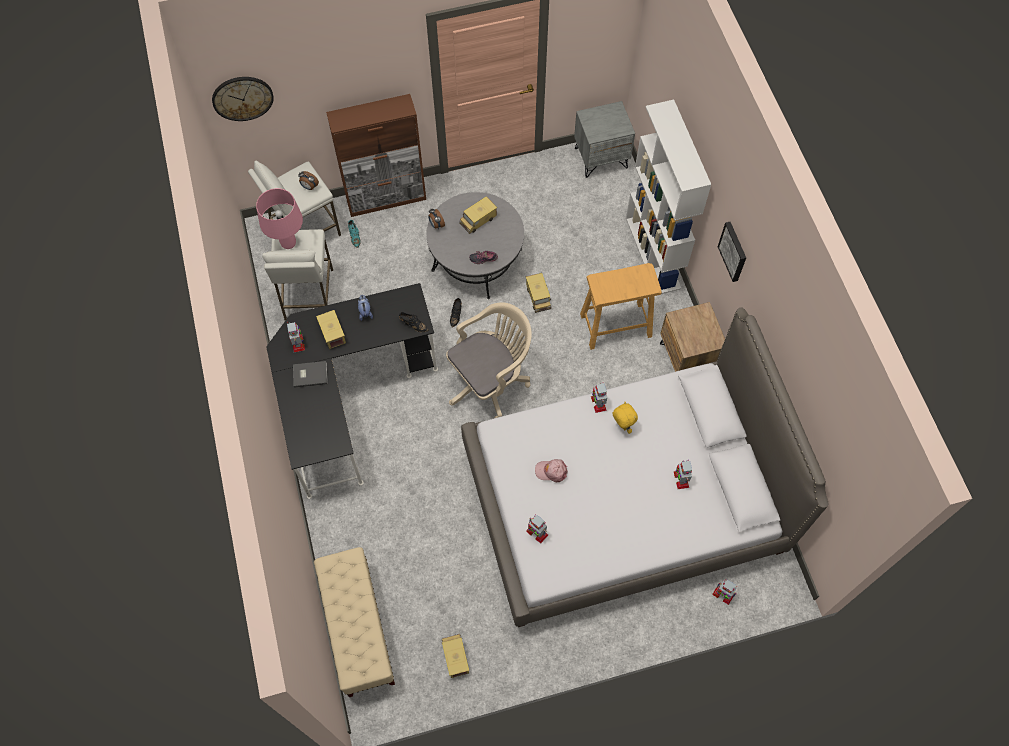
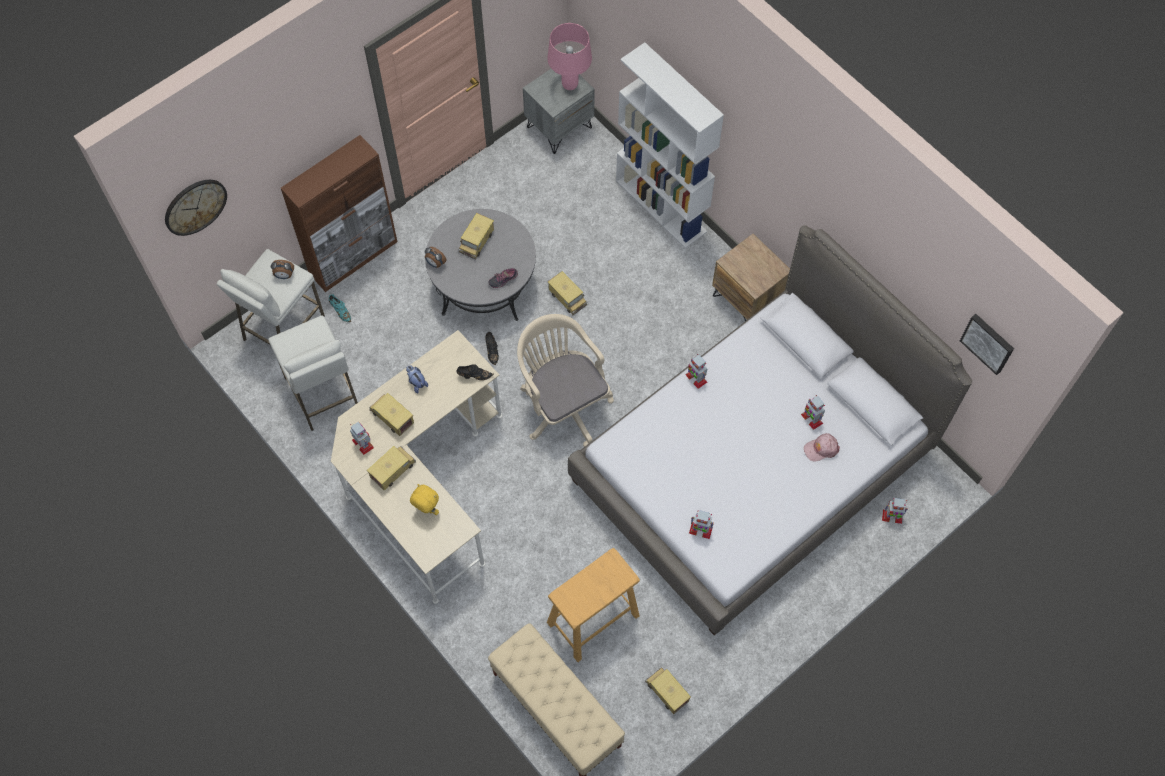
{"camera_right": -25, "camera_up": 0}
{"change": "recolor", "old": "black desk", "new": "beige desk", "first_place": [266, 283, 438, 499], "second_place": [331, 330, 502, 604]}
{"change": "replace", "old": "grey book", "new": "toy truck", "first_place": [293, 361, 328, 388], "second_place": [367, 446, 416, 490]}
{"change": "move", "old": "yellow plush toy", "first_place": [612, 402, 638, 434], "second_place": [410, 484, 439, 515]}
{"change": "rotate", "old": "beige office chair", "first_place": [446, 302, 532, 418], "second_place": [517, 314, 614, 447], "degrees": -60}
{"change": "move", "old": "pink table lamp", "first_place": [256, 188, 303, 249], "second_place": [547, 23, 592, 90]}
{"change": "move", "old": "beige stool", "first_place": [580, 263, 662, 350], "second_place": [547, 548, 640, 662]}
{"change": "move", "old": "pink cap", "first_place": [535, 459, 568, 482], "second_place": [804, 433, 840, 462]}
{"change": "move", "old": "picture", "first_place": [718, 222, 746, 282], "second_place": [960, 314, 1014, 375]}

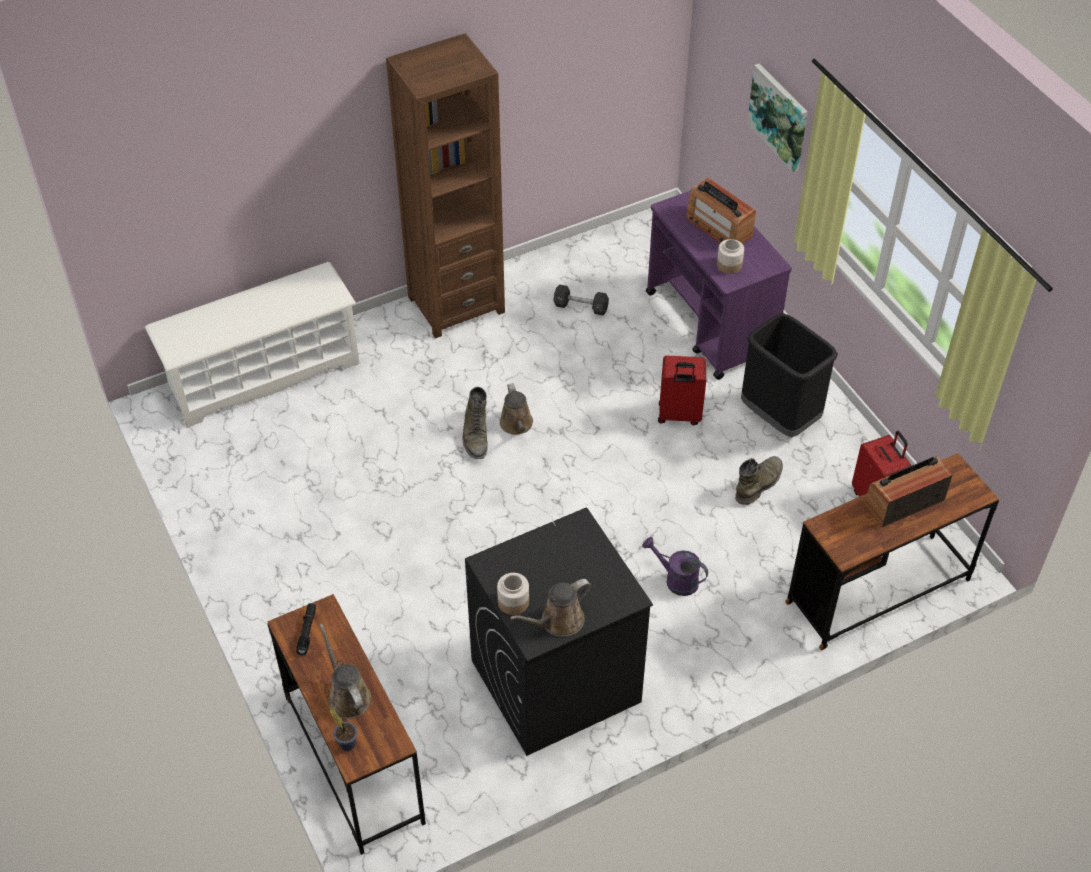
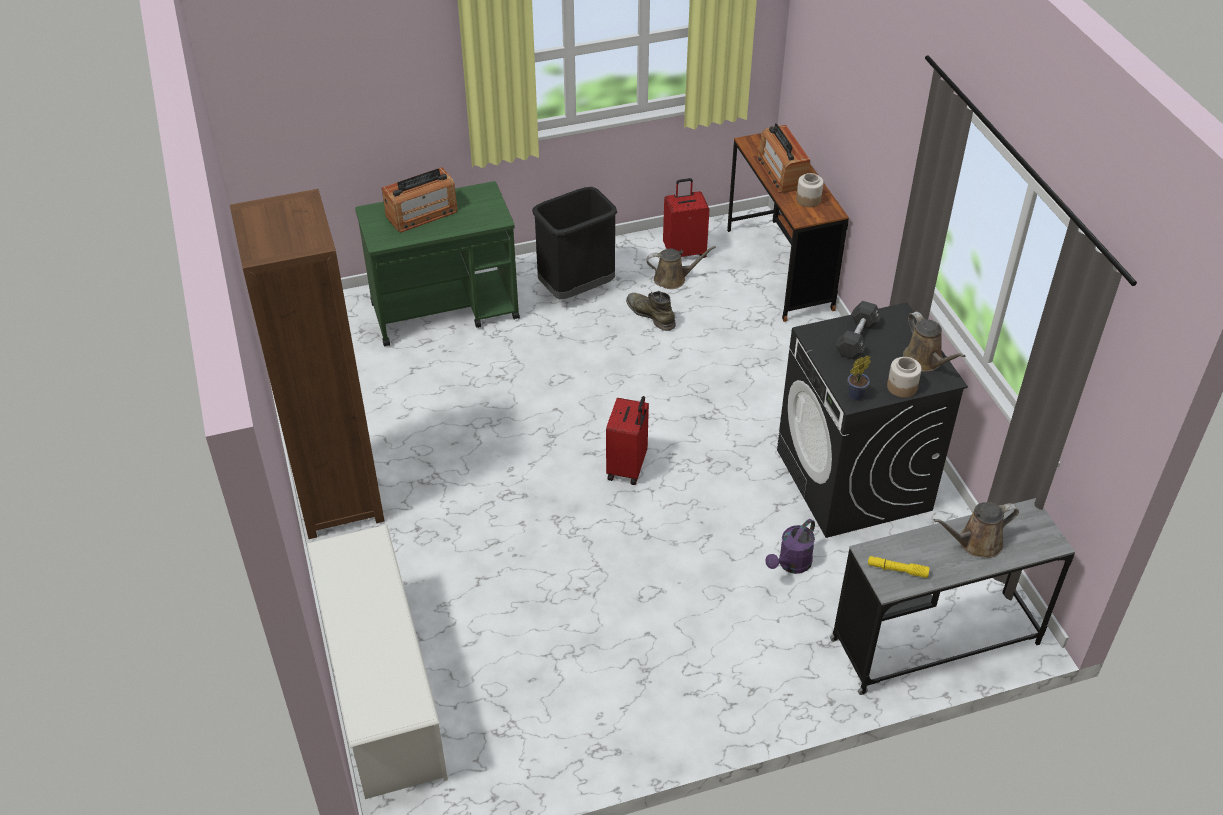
{"camera_right": -80, "camera_up": -5}
{"change": "recolor", "old": "purple cart", "new": "green cart", "first_place": [646, 190, 792, 380], "second_place": [355, 181, 520, 347]}
{"change": "move", "old": "red suitcase", "first_place": [658, 356, 707, 425], "second_place": [606, 396, 649, 485]}
{"change": "move", "old": "brown watering can", "first_place": [500, 383, 533, 435], "second_place": [647, 246, 716, 289]}
{"change": "move", "old": "purple watering can", "first_place": [642, 537, 708, 596], "second_place": [765, 519, 815, 574]}
{"change": "move", "old": "jar", "first_place": [717, 239, 744, 274], "second_place": [796, 173, 823, 207]}
{"change": "recolor", "old": "brown desk", "new": "grey desk", "first_place": [267, 594, 426, 855], "second_place": [830, 498, 1075, 695]}
{"change": "move", "old": "black dumbbell", "first_place": [553, 284, 609, 316], "second_place": [835, 301, 881, 360]}
{"change": "move", "old": "potted plant", "first_place": [329, 707, 357, 751], "second_place": [847, 356, 871, 401]}
{"change": "recolor", "old": "black flashlight", "new": "yellow flashlight", "first_place": [296, 603, 316, 655], "second_place": [868, 556, 930, 578]}
{"change": "delete", "old": "green boot", "first_place": [462, 387, 488, 459]}
{"change": "delete", "old": "picture", "first_place": [747, 63, 808, 172]}

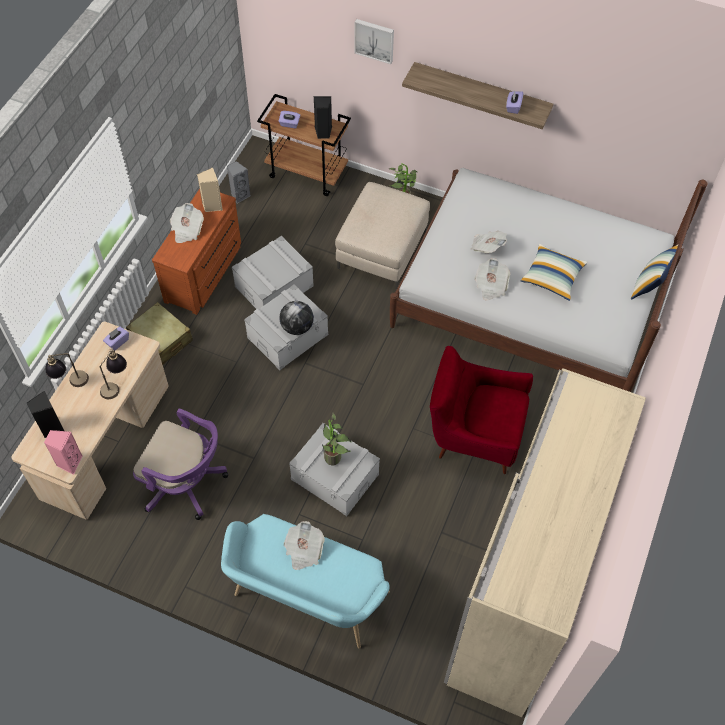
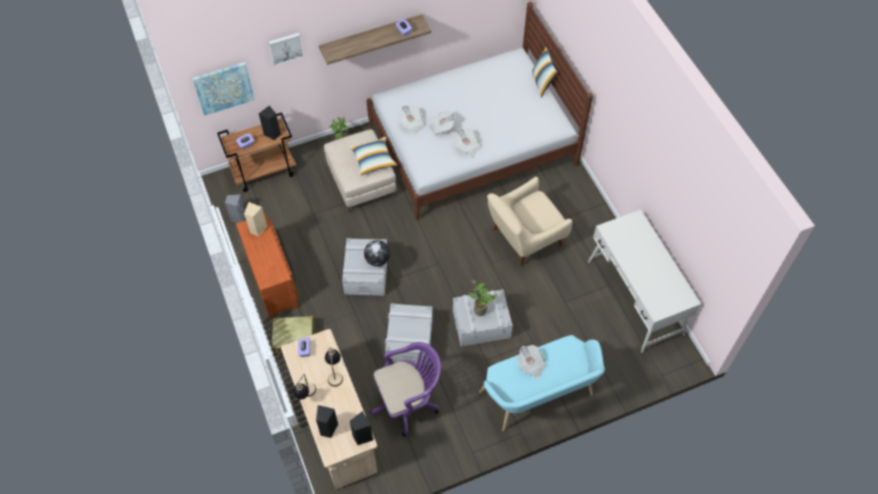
{"camera_right": -45, "camera_up": 0}
{"change": "insert", "new": "picture", "second_place": [192, 62, 255, 116]}
{"change": "move", "old": "pillow", "first_place": [521, 244, 588, 301], "second_place": [350, 137, 398, 176]}
{"change": "recolor", "old": "pink speaker", "new": "black speaker", "first_place": [44, 430, 83, 475], "second_place": [350, 411, 373, 445]}
{"change": "move", "old": "grey storage box", "first_place": [232, 236, 314, 309], "second_place": [385, 303, 433, 365]}
{"change": "move", "old": "newspaper", "first_place": [170, 203, 204, 243], "second_place": [398, 105, 425, 134]}
{"change": "recolor", "old": "red armchair", "new": "beige armchair", "first_place": [430, 346, 533, 474], "second_place": [487, 177, 572, 266]}
{"change": "replace", "old": "beige wardrobe", "new": "white desk", "first_place": [444, 368, 646, 717], "second_place": [588, 210, 701, 353]}

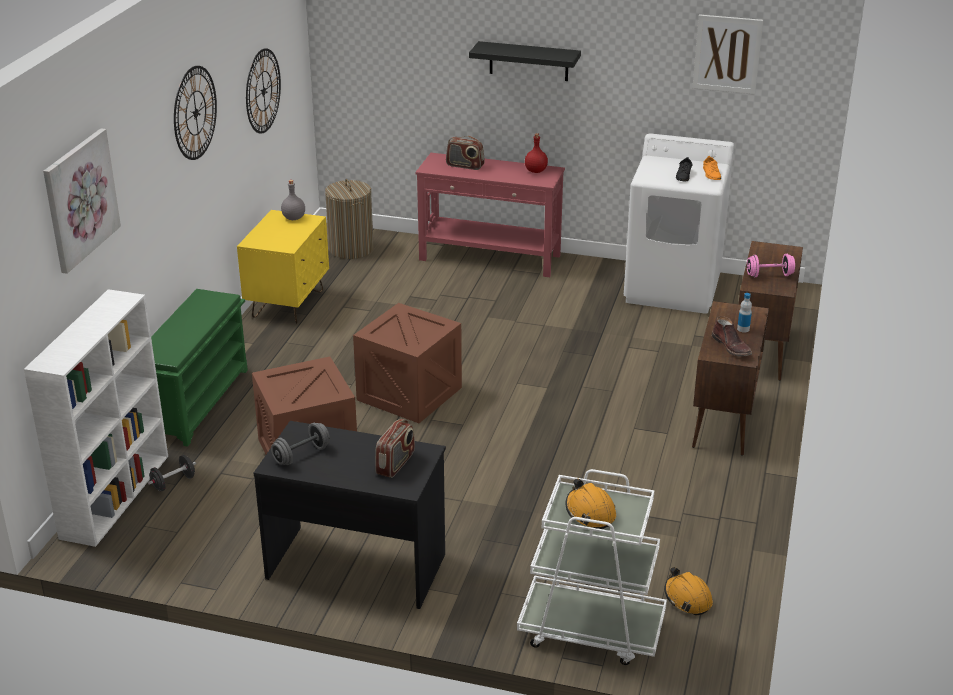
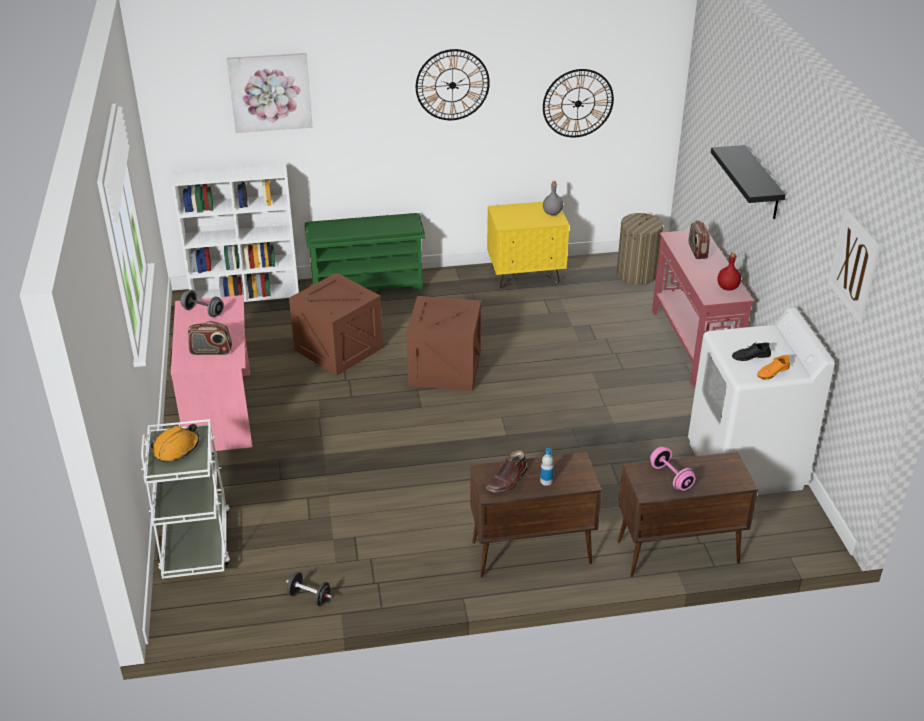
{"camera_right": 65, "camera_up": 5}
{"change": "recolor", "old": "black desk", "new": "pink desk", "first_place": [254, 421, 446, 609], "second_place": [171, 295, 252, 451]}
{"change": "move", "old": "black dumbbell", "first_place": [148, 455, 196, 492], "second_place": [286, 572, 332, 606]}
{"change": "delete", "old": "orange hard hat", "first_place": [664, 567, 713, 616]}

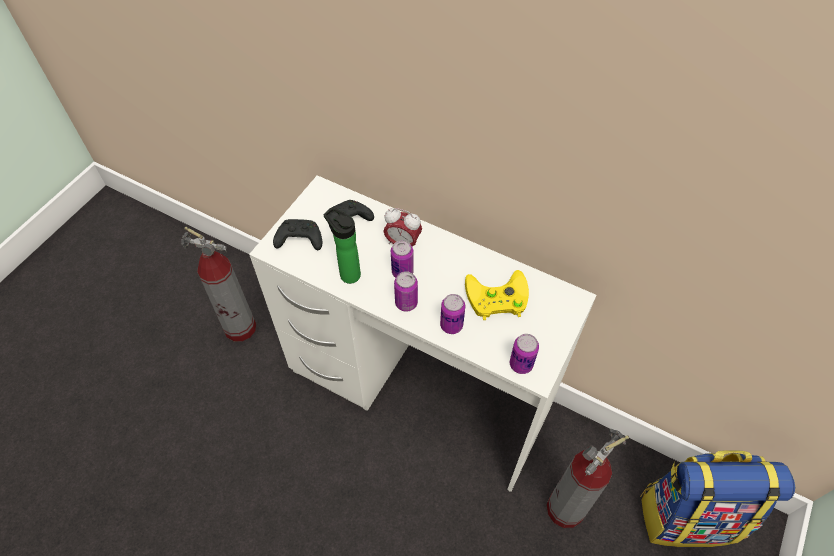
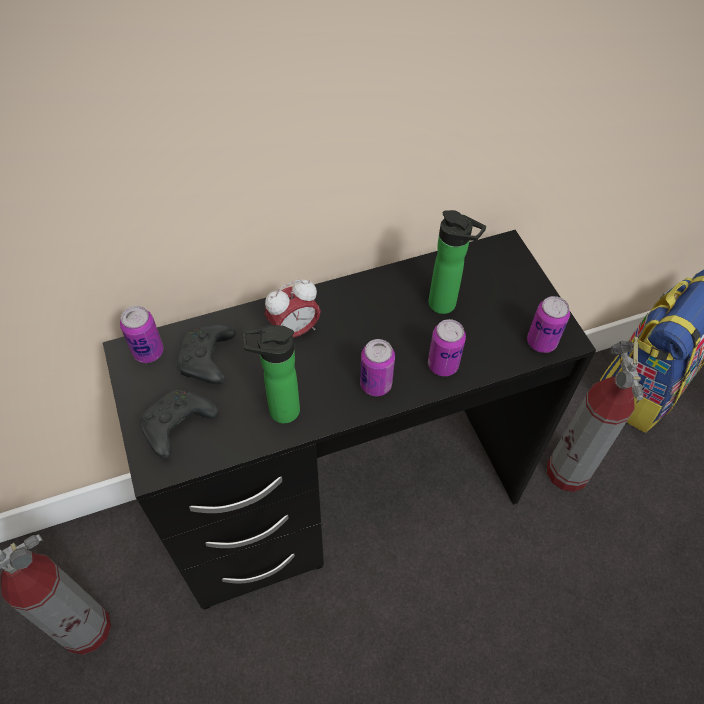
{"camera_right": -50, "camera_up": 0}
{"change": "recolor", "old": "white desk", "new": "black desk", "first_place": [249, 175, 597, 492], "second_place": [103, 230, 596, 610]}
{"change": "move", "old": "can", "first_place": [391, 240, 414, 278], "second_place": [120, 306, 164, 363]}
{"change": "replace", "old": "yellow game controller", "new": "bottle", "first_place": [465, 270, 529, 320], "second_place": [428, 210, 486, 314]}

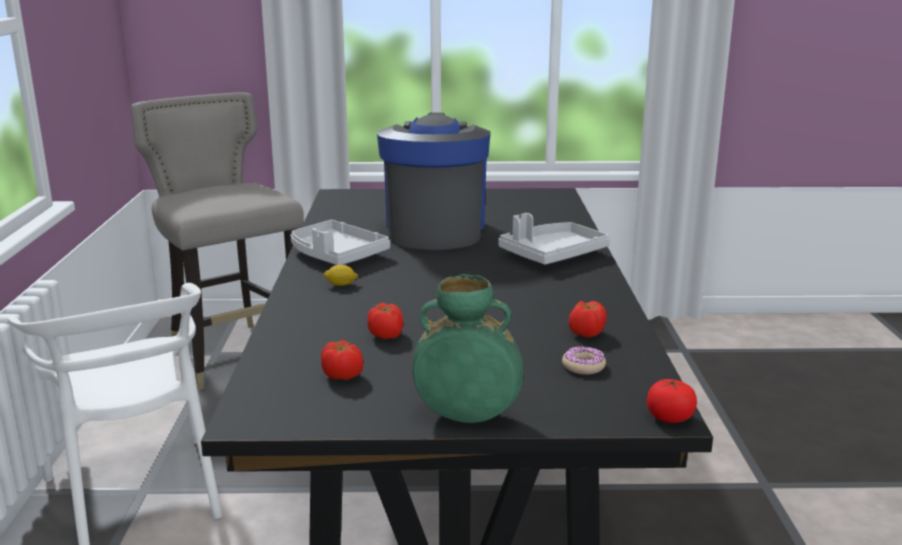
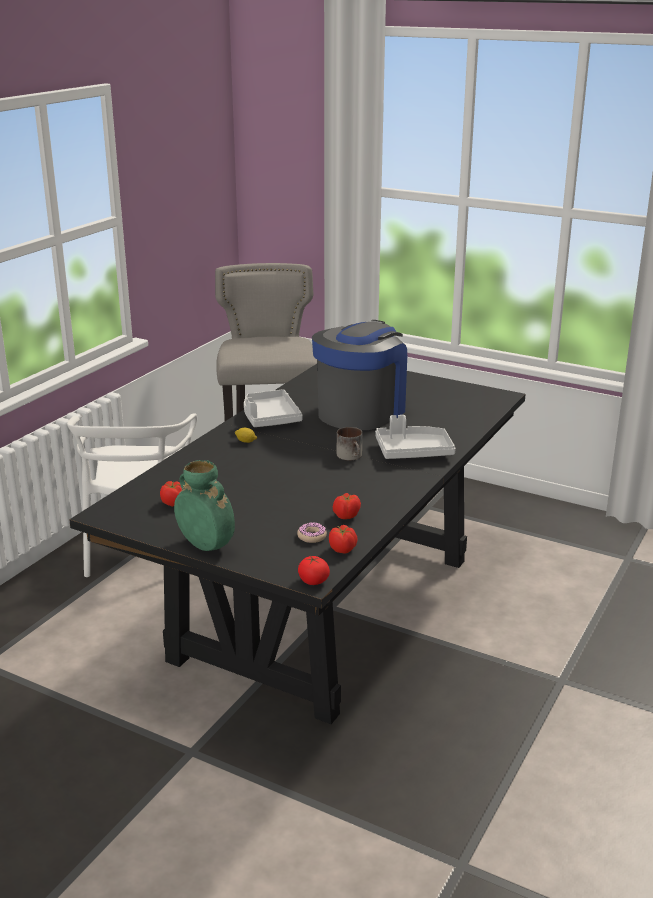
{"camera_right": 30, "camera_up": 5}
{"change": "move", "old": "tomato", "first_place": [367, 303, 403, 339], "second_place": [329, 525, 358, 554]}
{"change": "insert", "new": "mug", "second_place": [337, 427, 362, 460]}

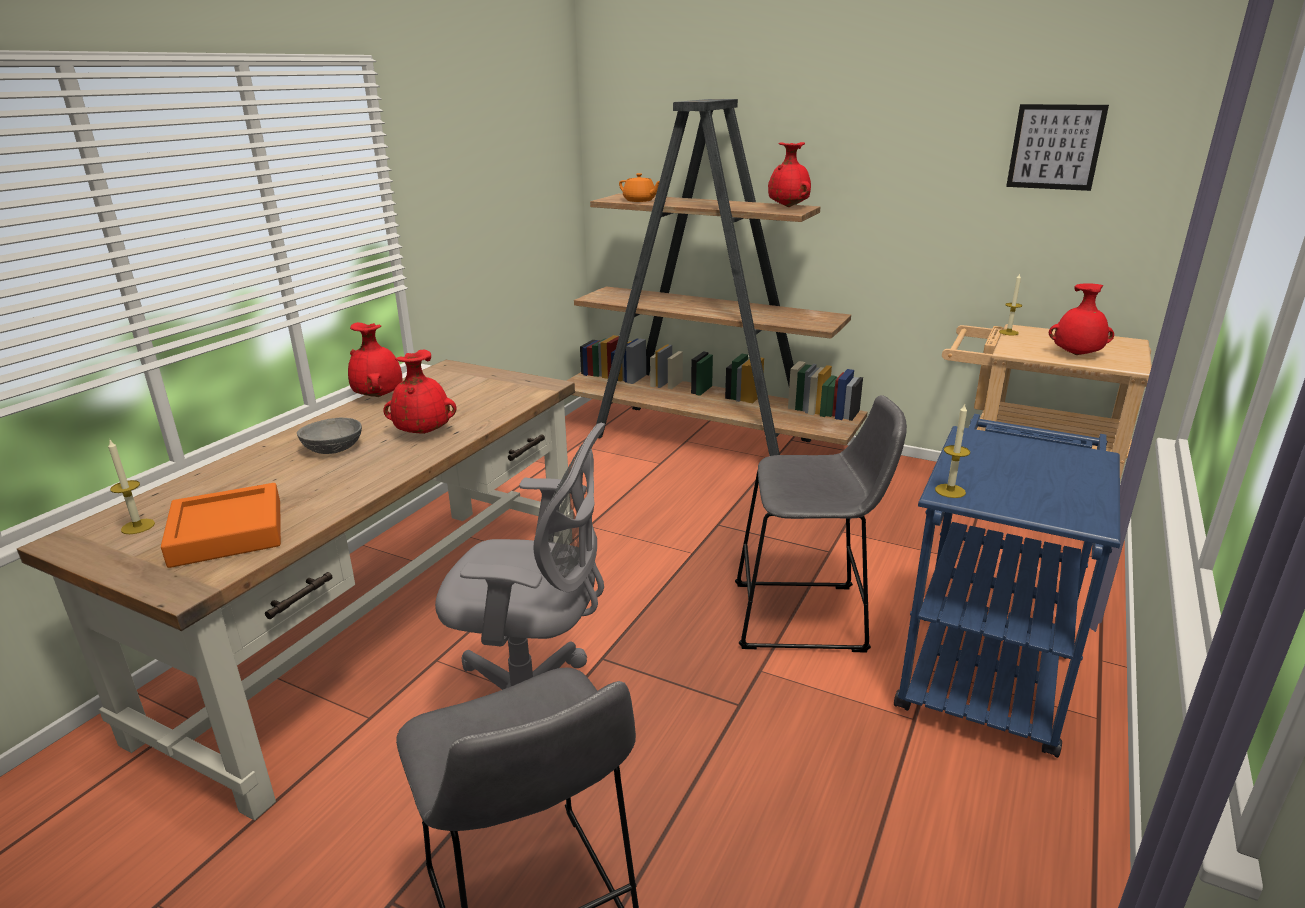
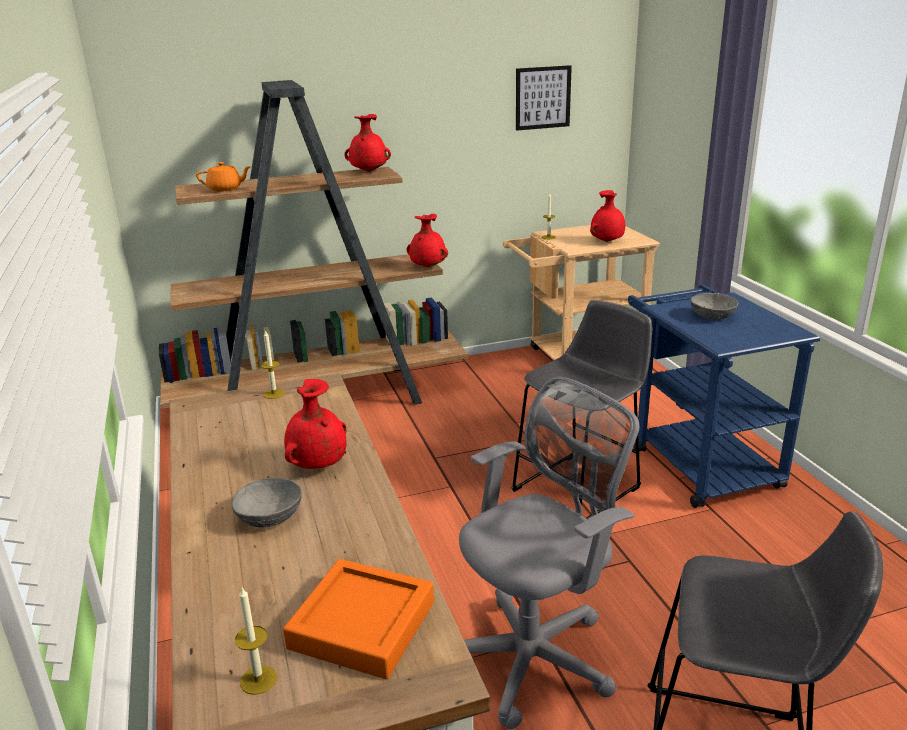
{"camera_right": -45, "camera_up": 0}
{"change": "move", "old": "candle", "first_place": [935, 404, 970, 498], "second_place": [261, 330, 285, 399]}
{"change": "move", "old": "red vase", "first_place": [348, 322, 402, 397], "second_place": [407, 214, 448, 267]}
{"change": "insert", "new": "grey bowl", "second_place": [690, 293, 738, 320]}

